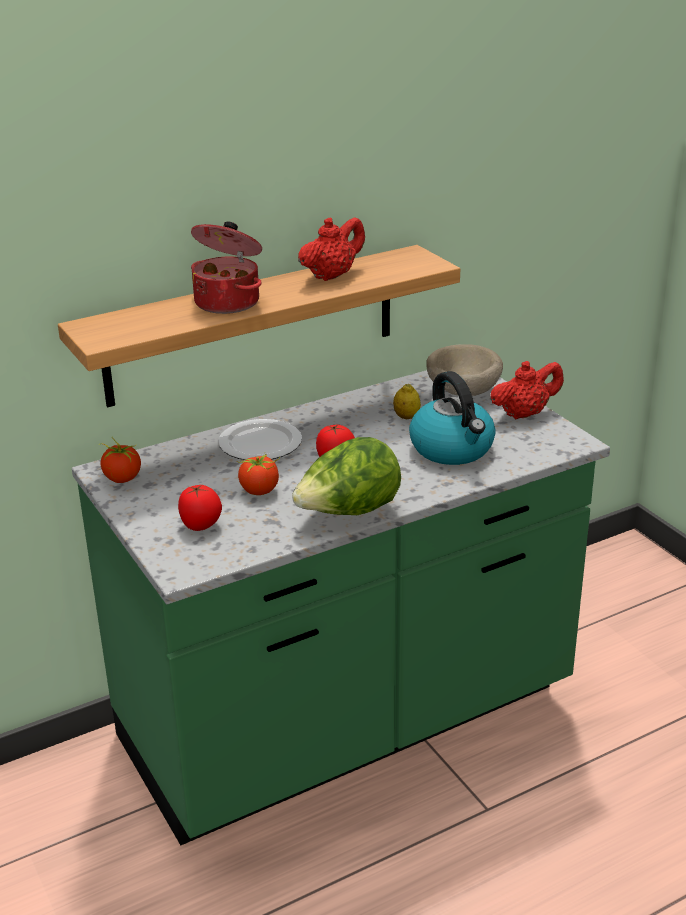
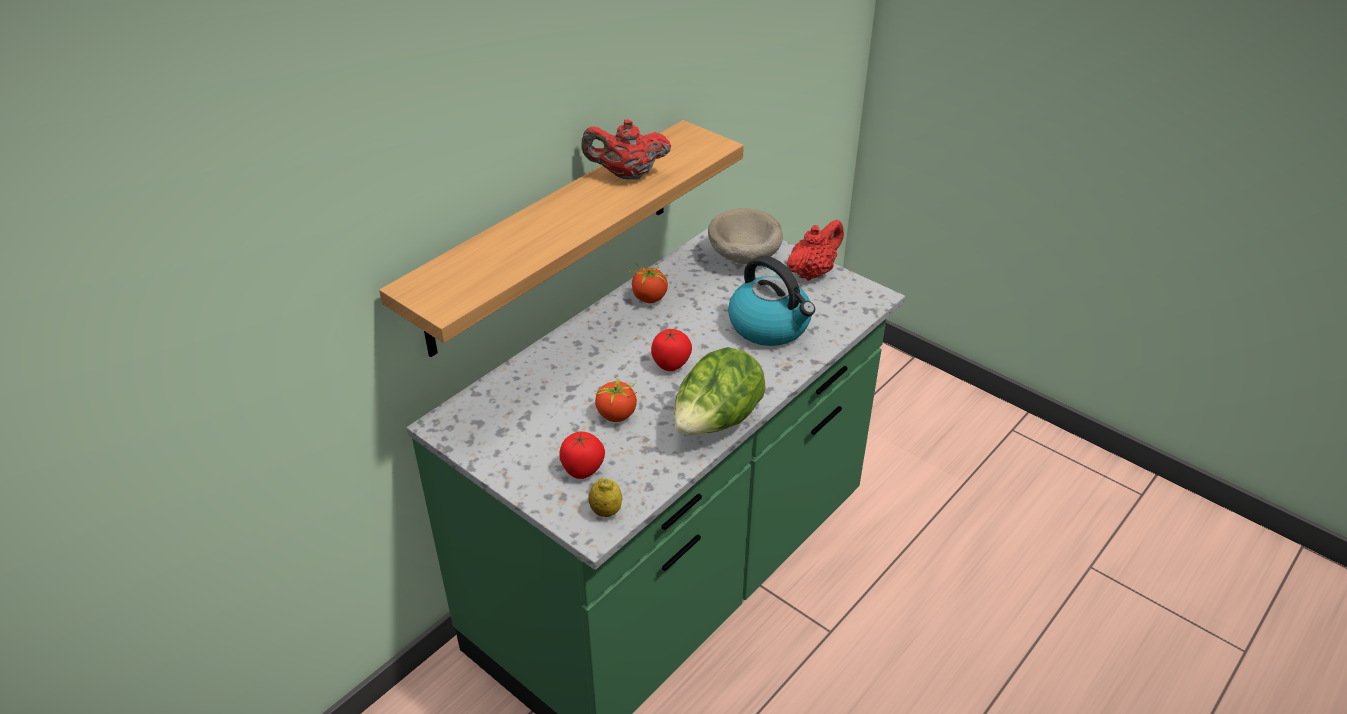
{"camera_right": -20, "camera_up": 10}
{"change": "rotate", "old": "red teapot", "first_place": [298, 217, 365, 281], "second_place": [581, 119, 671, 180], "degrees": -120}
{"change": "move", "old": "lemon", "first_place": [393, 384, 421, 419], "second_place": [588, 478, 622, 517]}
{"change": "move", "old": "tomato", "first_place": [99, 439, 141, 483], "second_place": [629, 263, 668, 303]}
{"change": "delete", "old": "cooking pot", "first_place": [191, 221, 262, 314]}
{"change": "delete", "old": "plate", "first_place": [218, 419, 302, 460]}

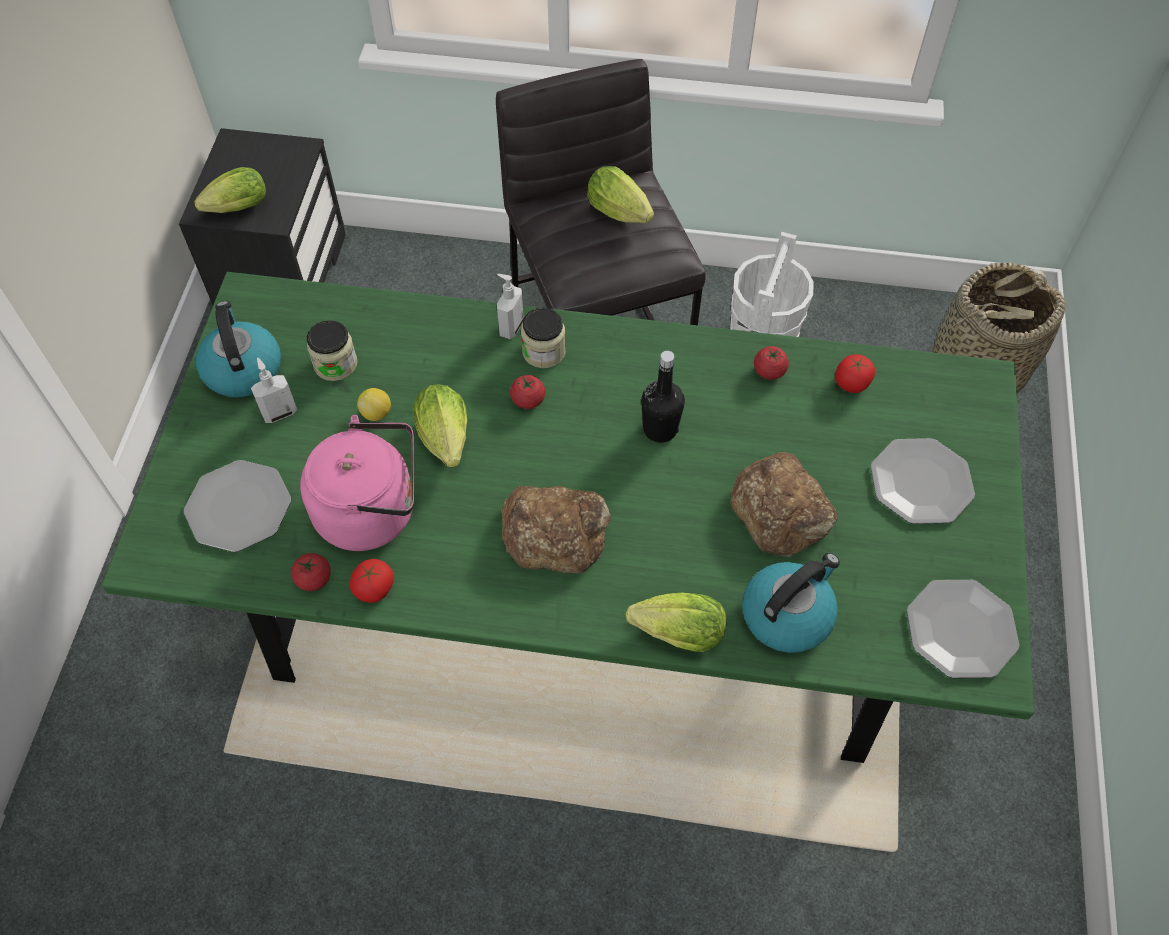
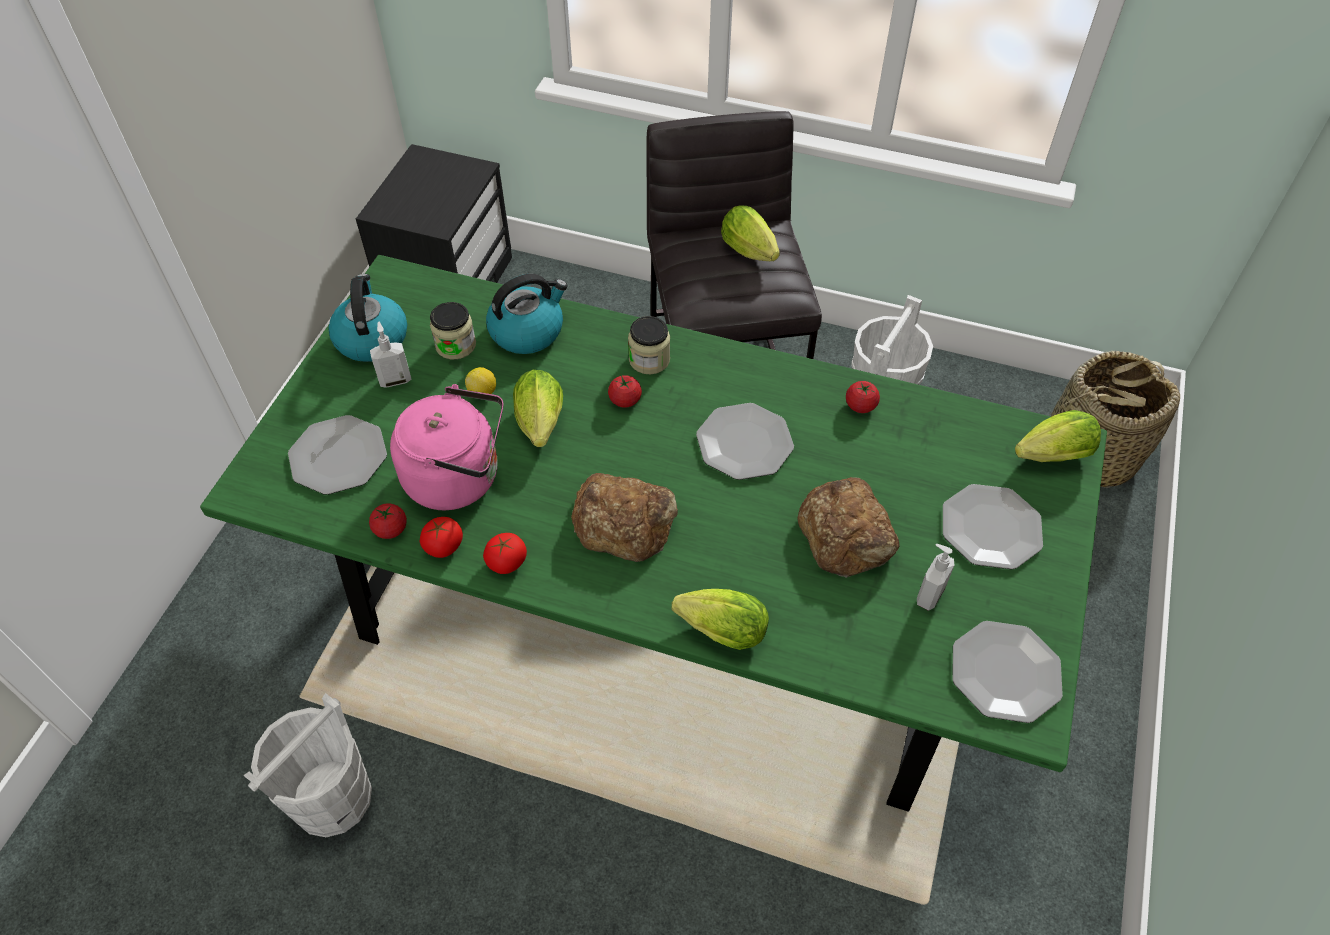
{"camera_right": 10, "camera_up": -5}
{"change": "insert", "new": "white bucket", "second_place": [243, 693, 372, 837]}
{"change": "move", "old": "tomato", "first_place": [835, 354, 875, 393], "second_place": [483, 533, 527, 574]}
{"change": "move", "old": "kettle", "first_place": [742, 553, 840, 653], "second_place": [486, 274, 568, 354]}
{"change": "replace", "old": "black bottle", "new": "plate", "first_place": [641, 351, 685, 443], "second_place": [696, 403, 794, 480]}
{"change": "move", "old": "soap dispenser", "first_place": [497, 274, 524, 339], "second_place": [917, 544, 954, 611]}
{"change": "move", "old": "lettuce", "first_place": [194, 167, 266, 213], "second_place": [1015, 410, 1101, 462]}

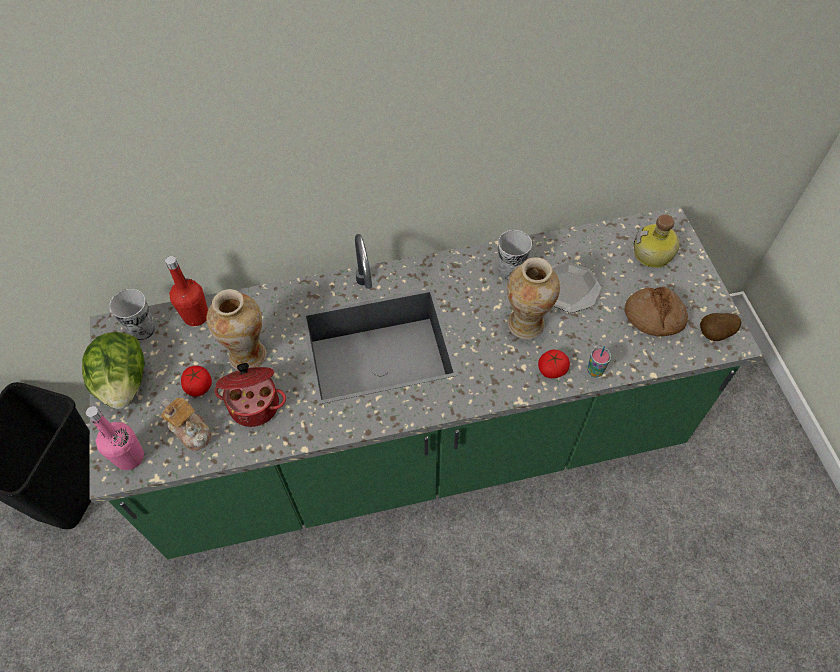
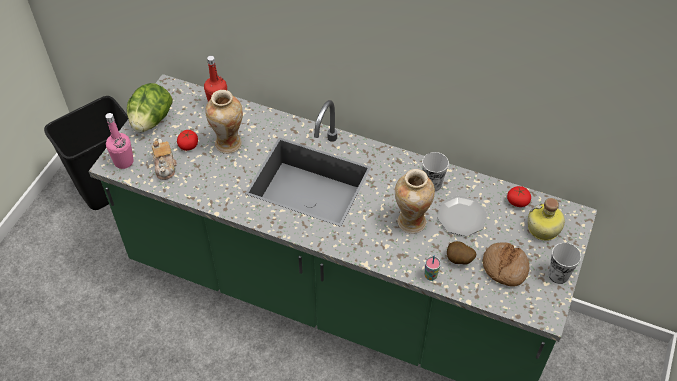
{"camera_right": 35, "camera_up": -5}
{"change": "move", "old": "potato", "first_place": [700, 313, 741, 341], "second_place": [447, 241, 476, 265]}
{"change": "move", "old": "tomato", "first_place": [538, 350, 570, 378], "second_place": [507, 186, 531, 207]}
{"change": "move", "old": "cup", "first_place": [109, 289, 155, 340], "second_place": [548, 243, 581, 284]}
{"change": "delete", "old": "cooking pot", "first_place": [215, 363, 286, 427]}

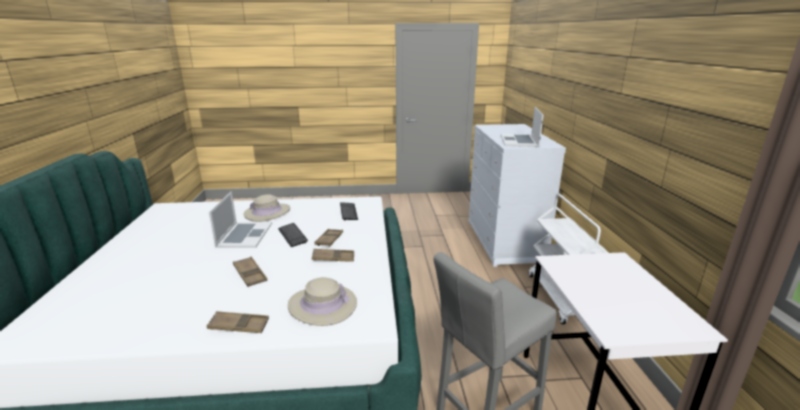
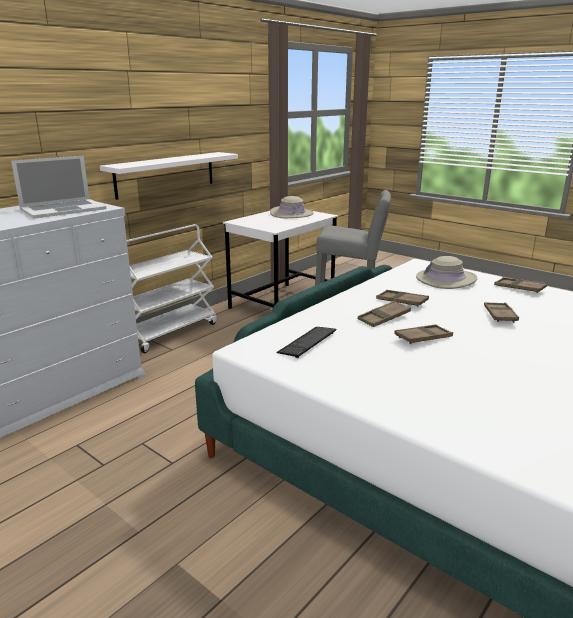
{"camera_right": -135, "camera_up": 0}
{"change": "insert", "new": "white shelf", "second_place": [100, 152, 238, 200]}
{"change": "move", "old": "beige hat", "first_place": [244, 194, 290, 222], "second_place": [270, 196, 314, 218]}
{"change": "replace", "old": "keyboard", "new": "brown tray", "first_place": [278, 223, 308, 247], "second_place": [394, 324, 453, 344]}
{"change": "delete", "old": "laptop", "first_place": [209, 191, 272, 248]}

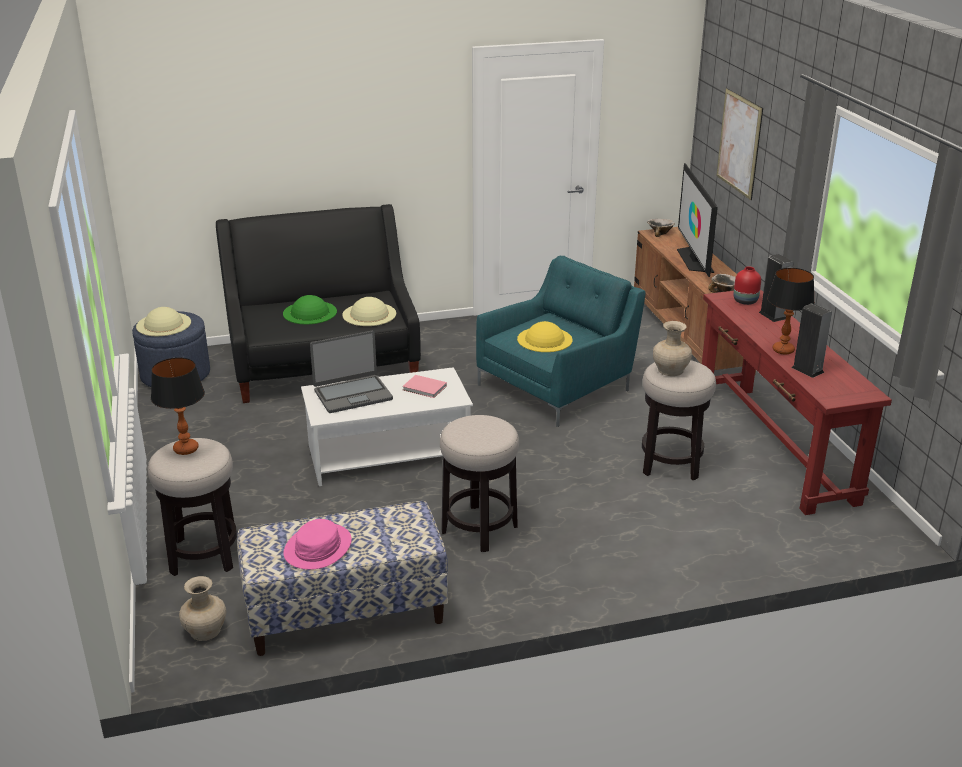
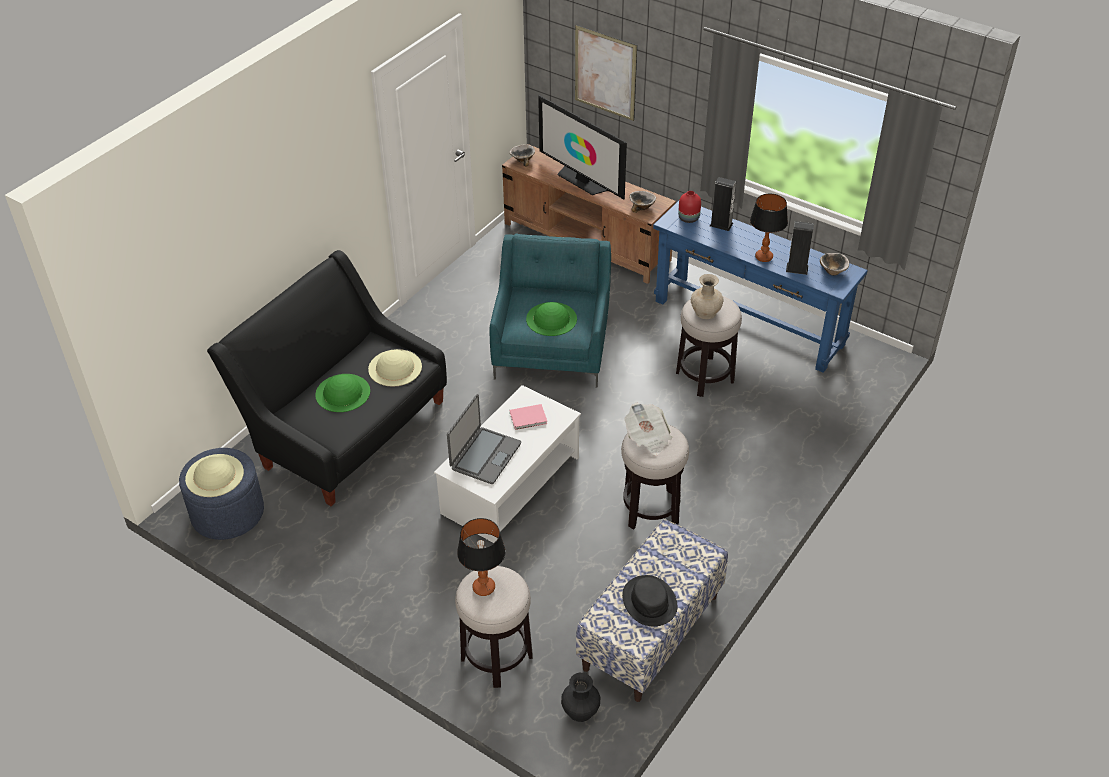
{"camera_right": -40, "camera_up": 15}
{"change": "recolor", "old": "yellow hat", "new": "green hat", "first_place": [517, 321, 573, 352], "second_place": [526, 302, 577, 336]}
{"change": "recolor", "old": "beige vase", "new": "black vase", "first_place": [179, 576, 226, 641], "second_place": [561, 673, 600, 722]}
{"change": "recolor", "old": "pink hat", "new": "black hat", "first_place": [284, 519, 352, 570], "second_place": [622, 575, 677, 626]}
{"change": "insert", "new": "newspaper", "second_place": [624, 402, 672, 455]}
{"change": "recolor", "old": "red console table", "new": "blue console table", "first_place": [702, 289, 892, 515], "second_place": [653, 201, 868, 373]}
{"change": "insert", "new": "bowl", "second_place": [820, 253, 849, 276]}

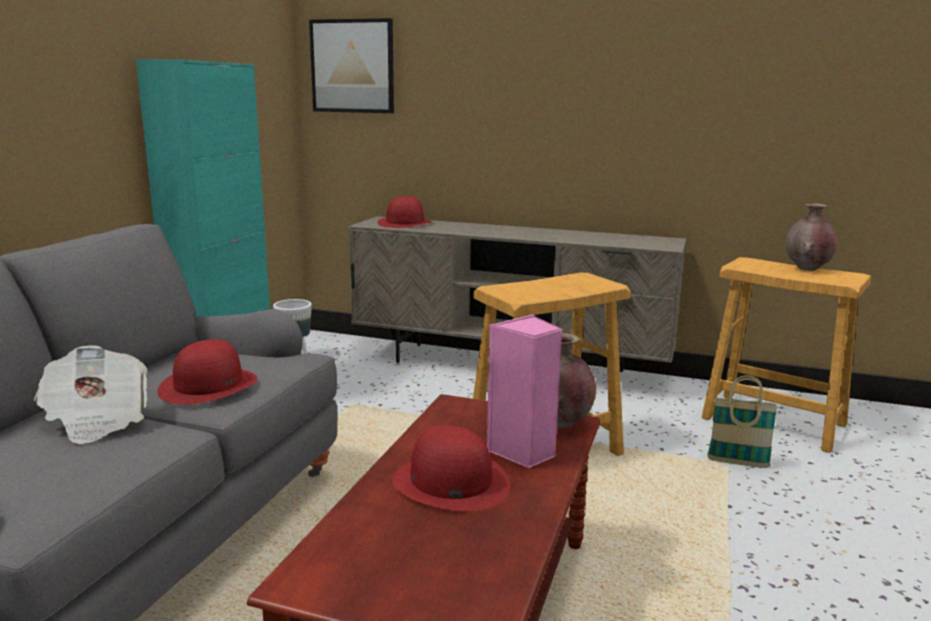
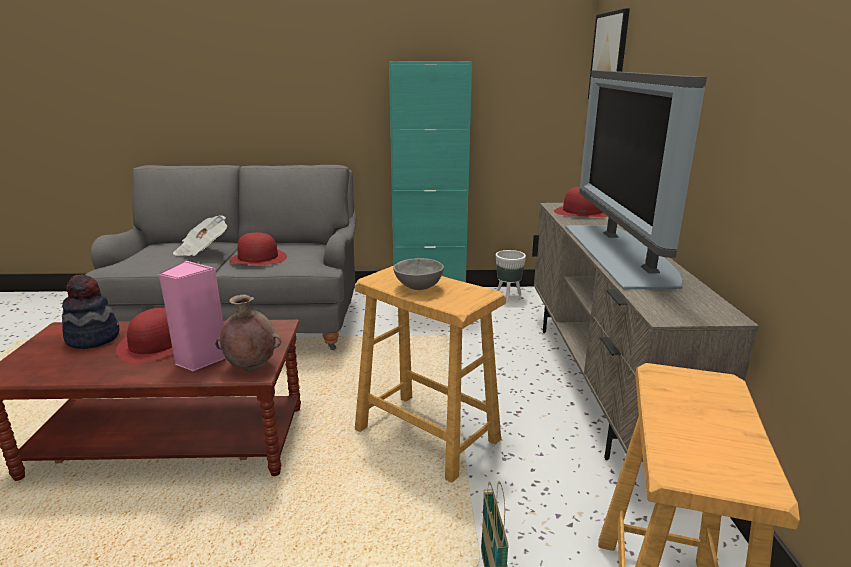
{"camera_right": 70, "camera_up": 5}
{"change": "insert", "new": "hat", "second_place": [62, 274, 120, 349]}
{"change": "insert", "new": "grey bowl", "second_place": [393, 258, 444, 290]}
{"change": "insert", "new": "television", "second_place": [566, 70, 707, 289]}
{"change": "delete", "old": "brown vase", "first_place": [786, 203, 837, 271]}

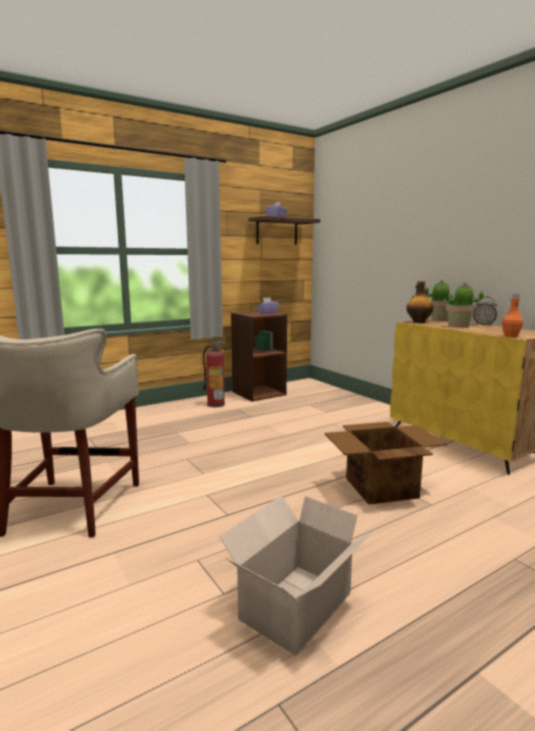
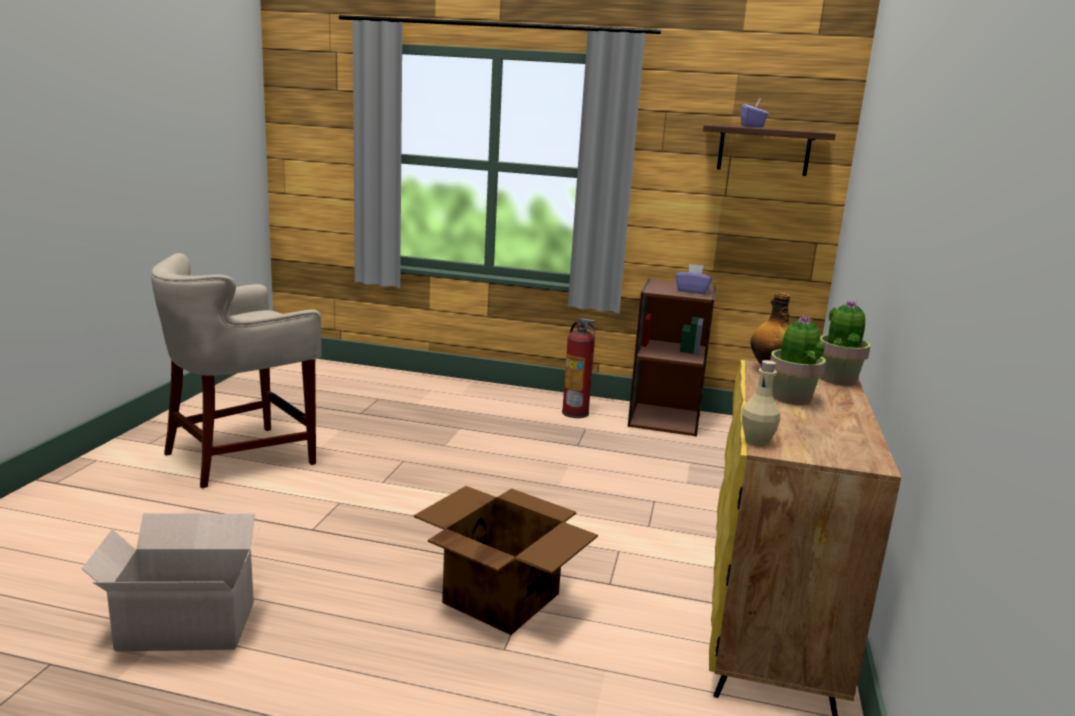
{"camera_right": 45, "camera_up": 5}
{"change": "recolor", "old": "orange bottle", "new": "beige bottle", "first_place": [502, 294, 523, 337], "second_place": [742, 360, 780, 446]}
{"change": "delete", "old": "alarm clock", "first_place": [473, 297, 497, 326]}

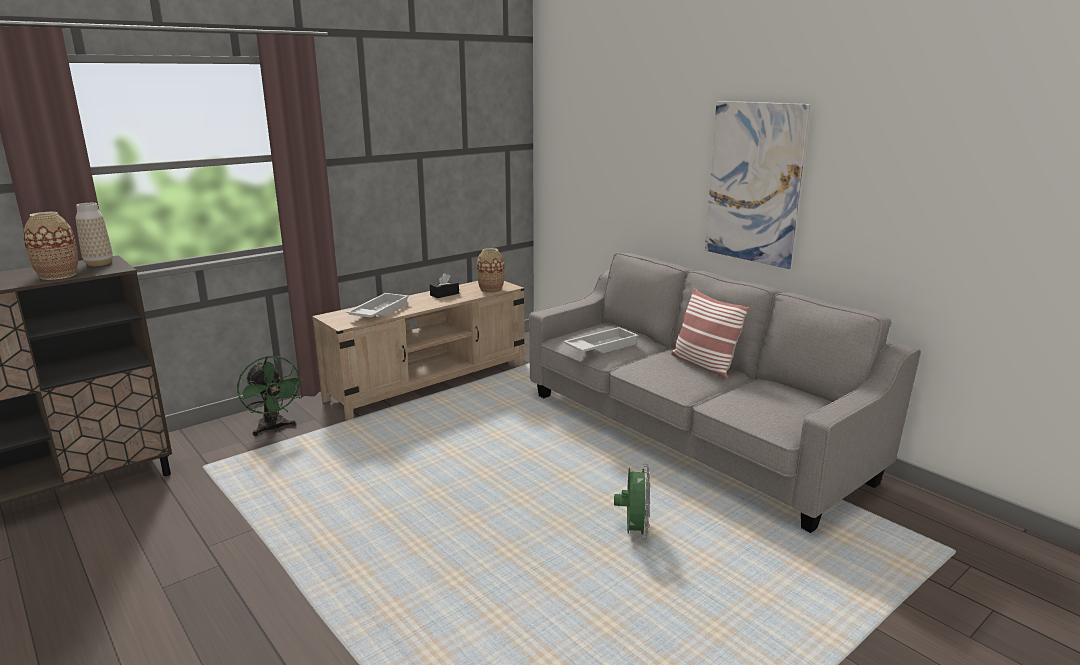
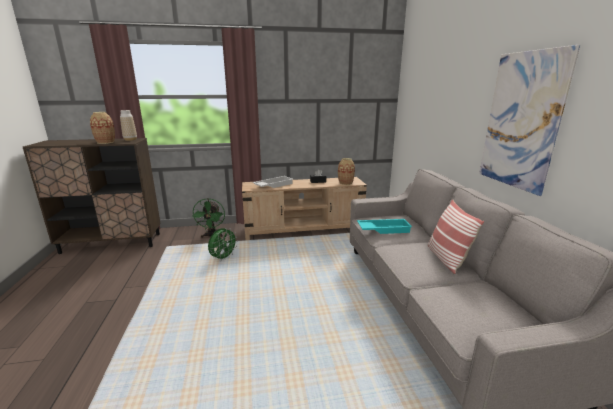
{"camera_right": 30, "camera_up": 0}
{"change": "move", "old": "green fan", "first_place": [614, 464, 650, 539], "second_place": [208, 228, 238, 259]}
{"change": "recolor", "old": "white tray", "new": "turquoise tray", "first_place": [563, 327, 639, 353], "second_place": [357, 219, 412, 234]}

